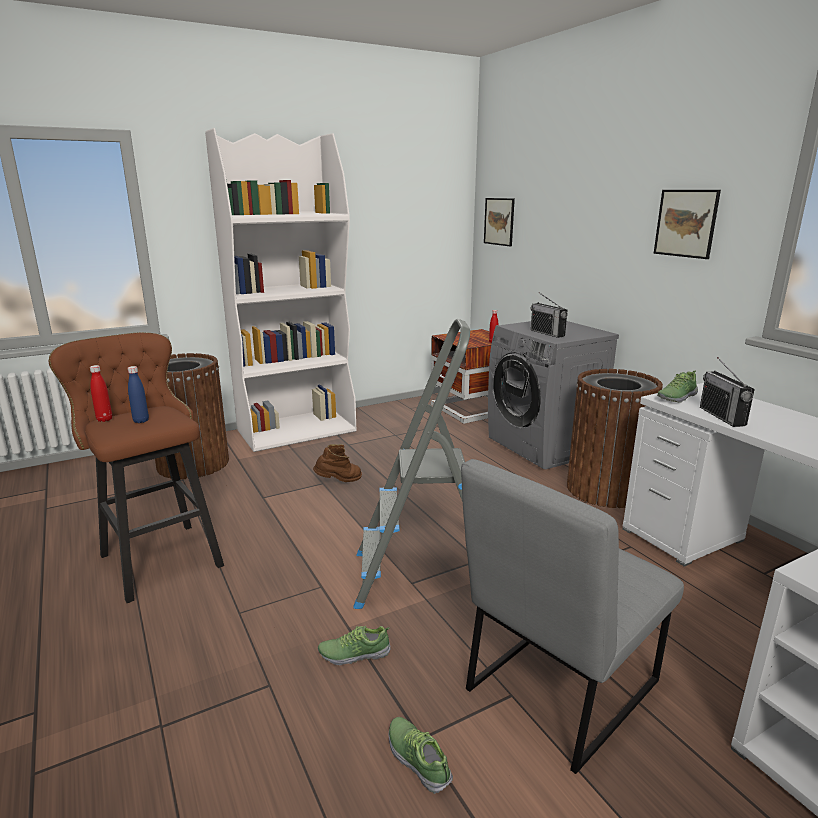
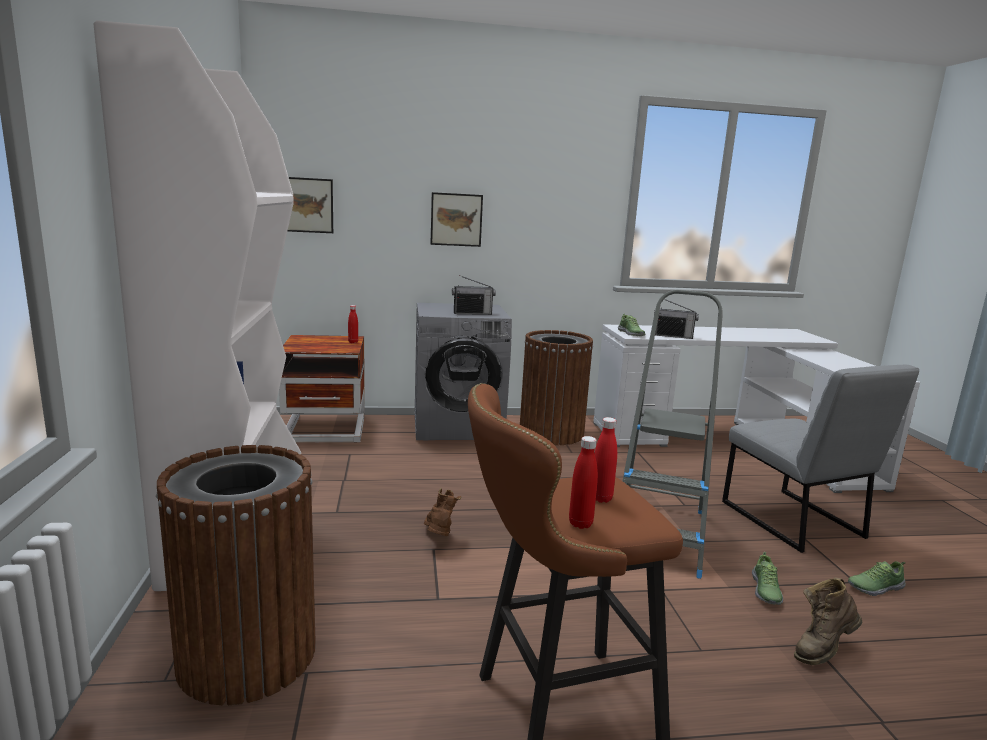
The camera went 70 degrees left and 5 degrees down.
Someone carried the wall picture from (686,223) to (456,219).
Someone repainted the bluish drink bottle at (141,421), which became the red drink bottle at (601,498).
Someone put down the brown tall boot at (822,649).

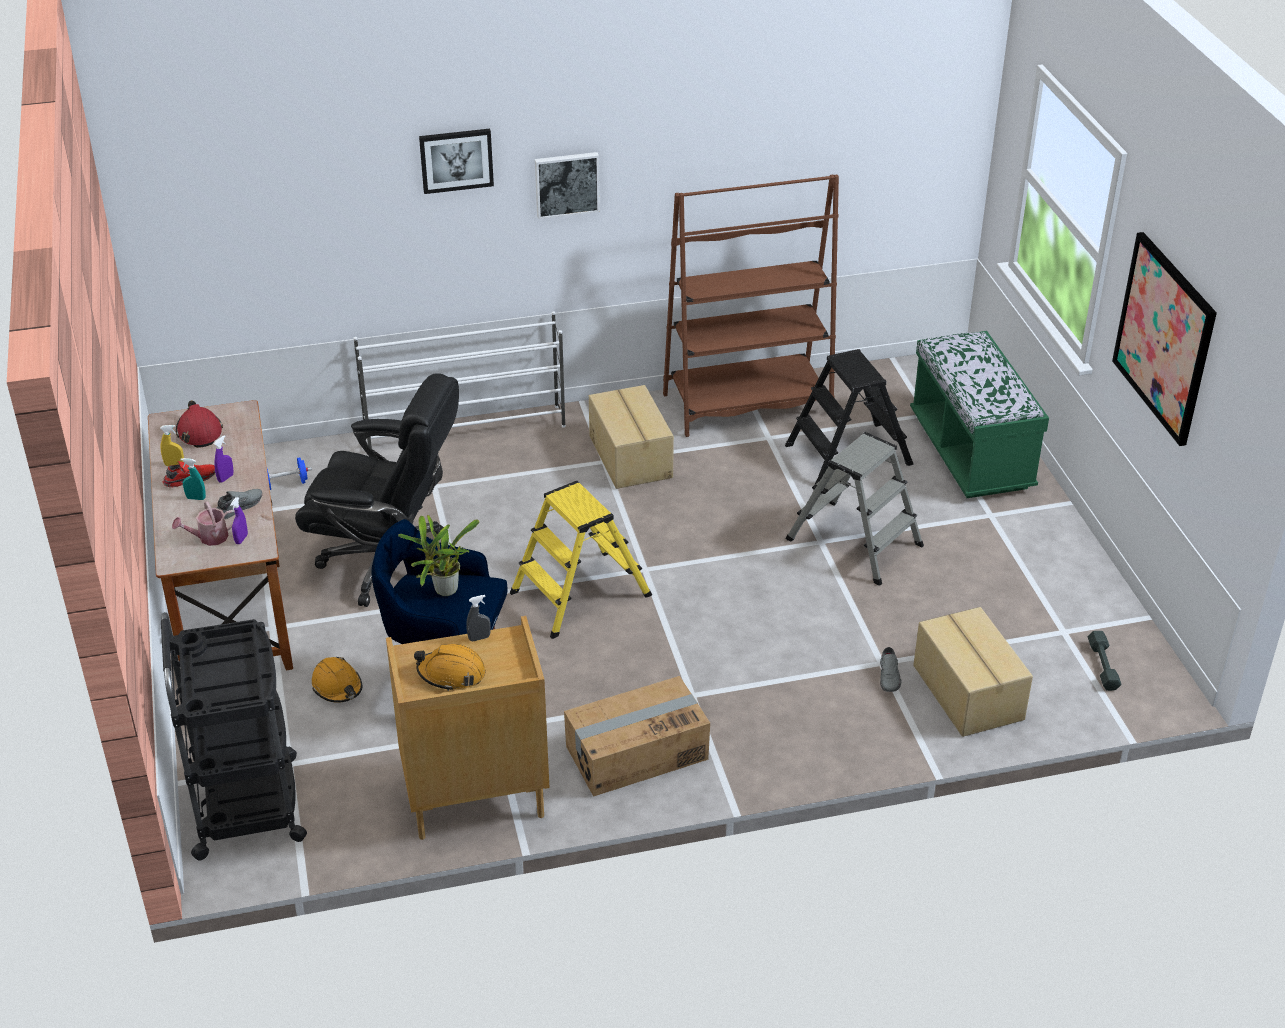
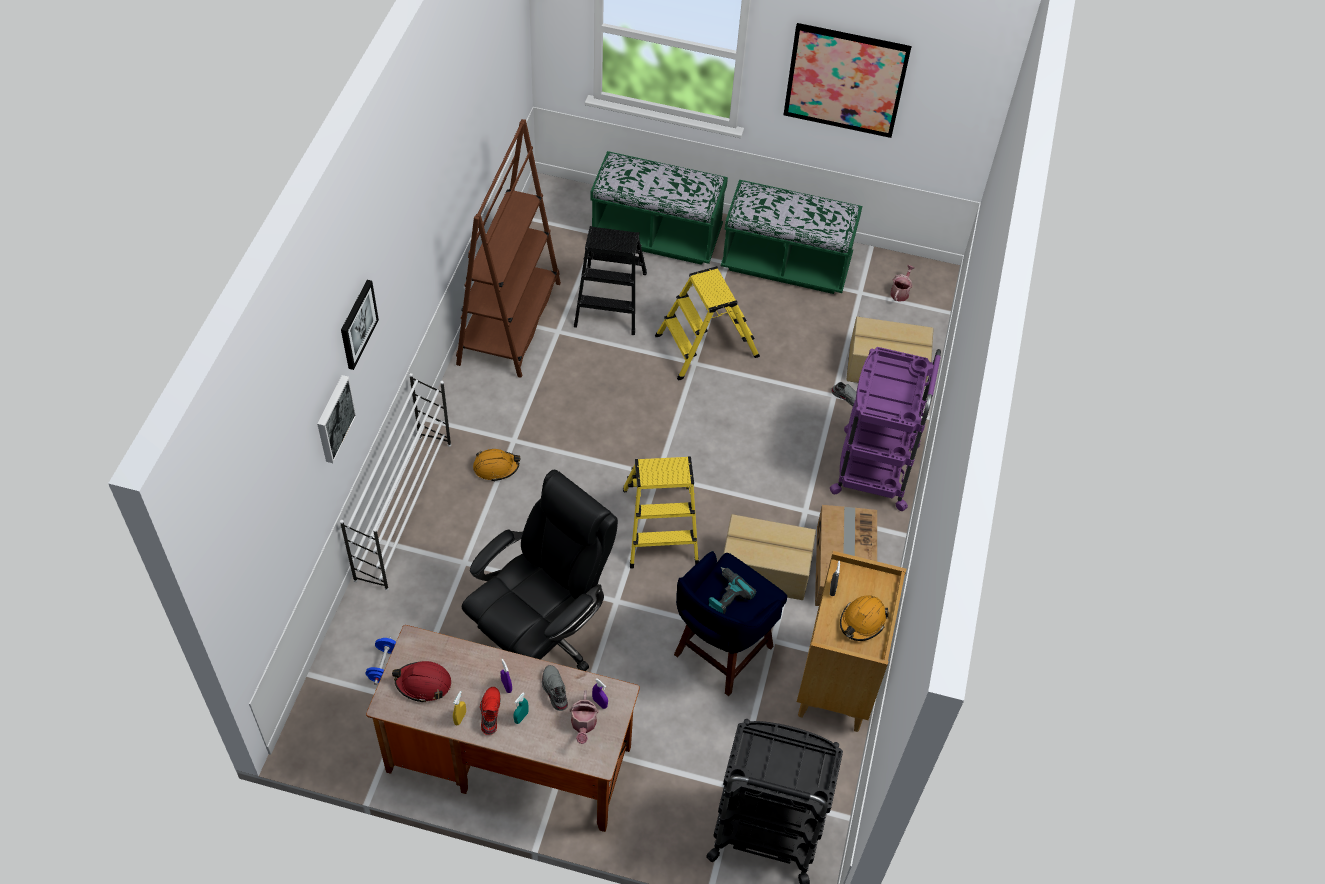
The camera went 65 degrees left and 15 degrees up.
Someone carried the wall picture from (566,184) to (333,418).
Someone carried the orange-coloured work helmet from (337,687) to (496,467).
Someone repainted the gray step ladder at (854,542), which became the yellowish step ladder at (707,346).
Someone swapped the plant in a pot at (443,592) for the power drill at (726,595).
Someone put down the green-coloured indoor bench at (786,264).
Someone carried the cardboard box from (631,456) to (764,568).
Someone put down the purplish wheeled cart at (873,469).
Someone swapped the gray dumbbell at (1103,666) for the sprinkling can at (900,292).

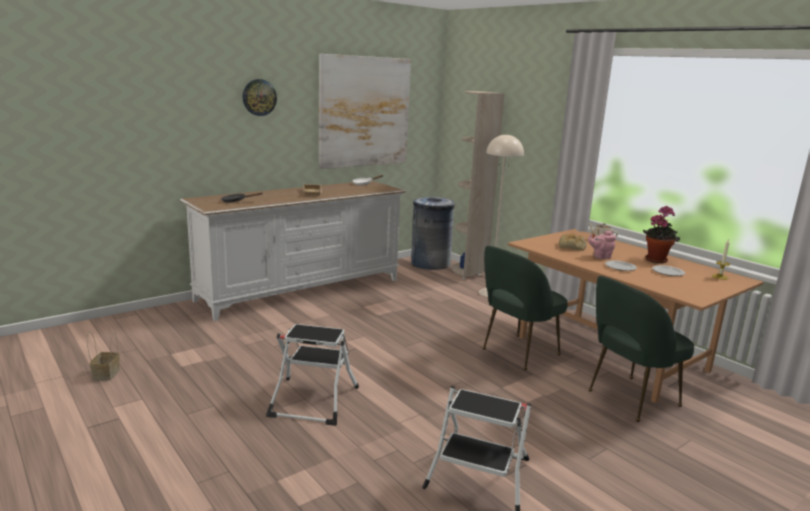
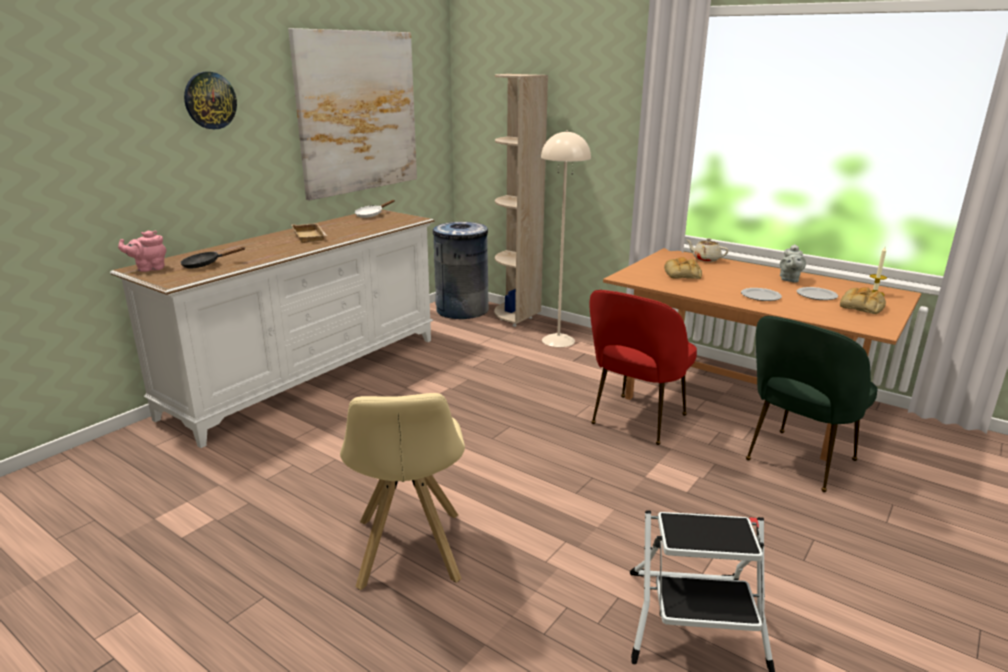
The camera went 15 degrees left and 5 degrees up.
Someone carried the pink-coloured tea pot from (600,257) to (149,268).
Someone swapped the step ladder at (313,399) for the beige-coloured upright chair at (409,550).
Someone repainted the green-coloured upright chair at (516,353), which became the red upright chair at (635,423).
Someone swapped the plant in a pot at (656,259) for the gray tea pot at (789,279).
Someone put down the bakery bread at (862,307).
Someone took away the basket at (106,373).

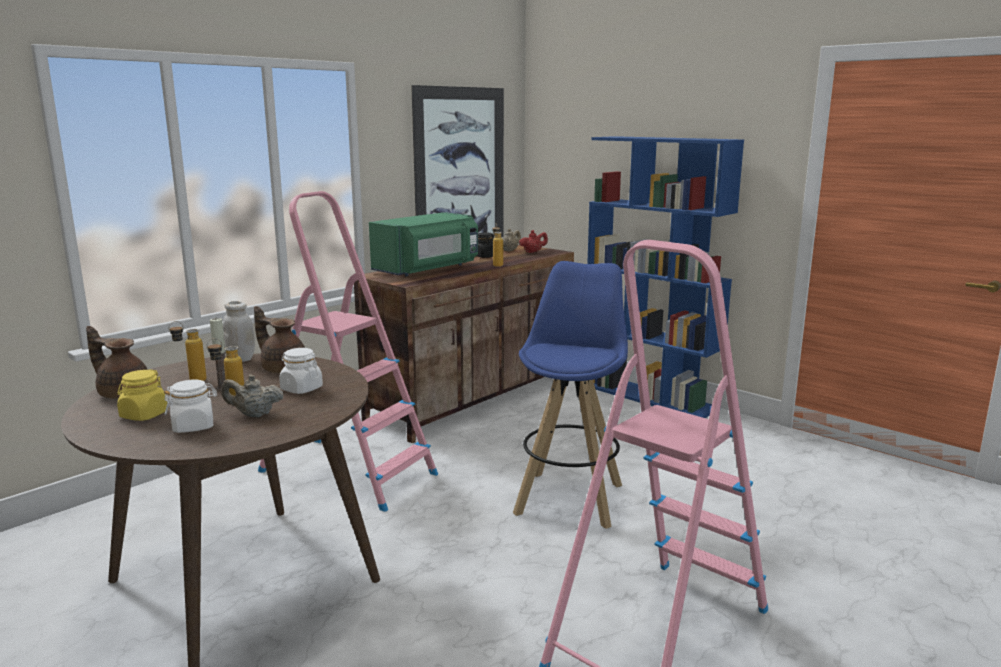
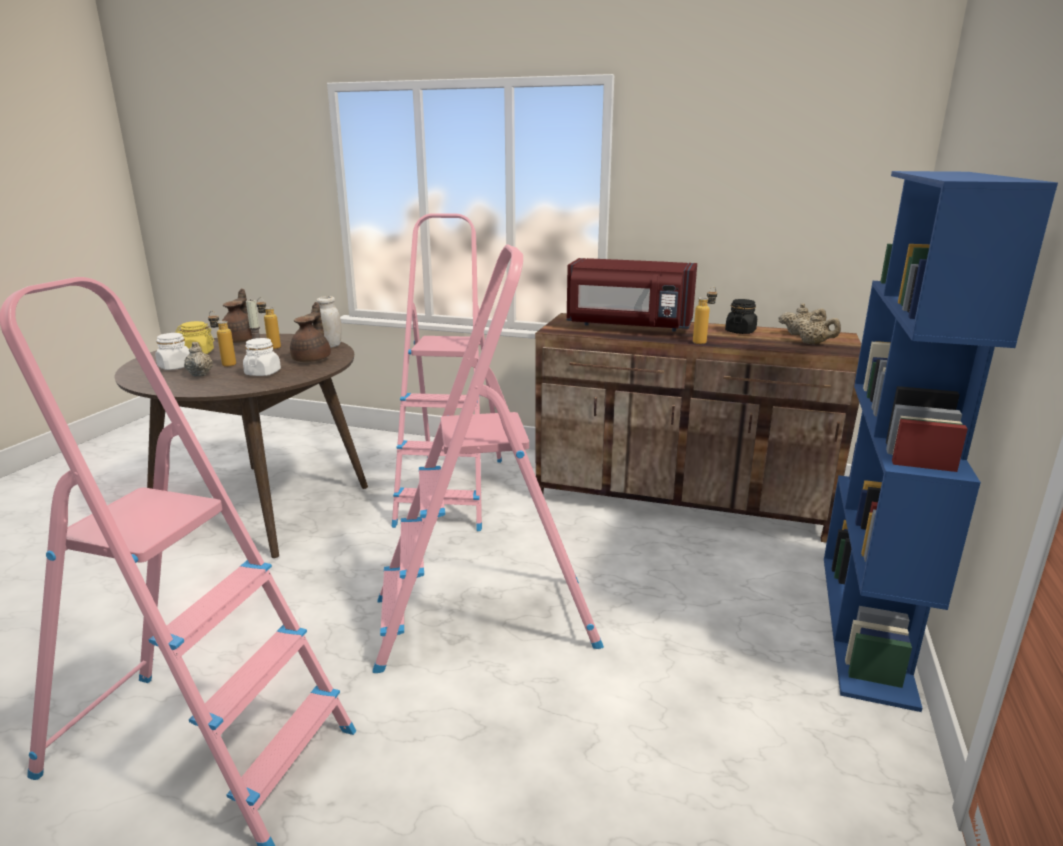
The camera went 65 degrees right and 5 degrees up.
Someone swapped the bluish stool at (571,497) for the pink-coloured step ladder at (483,623).
Someone repainted the green-coloured microwave oven at (428,269), which became the red microwave oven at (628,326).
Someone repainted the red tea pot at (533,252), which became the beige-coloured tea pot at (813,343).
Someone took away the wall picture at (460,175).

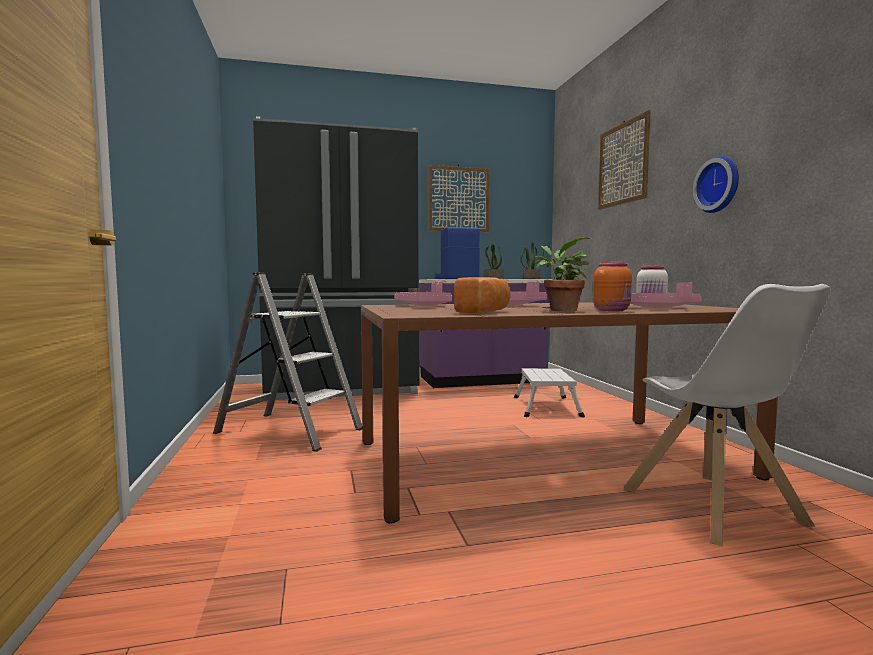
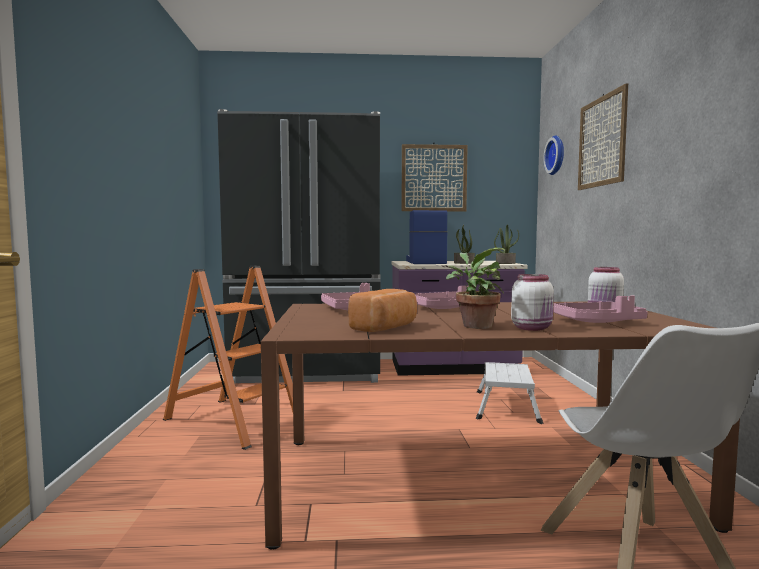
The camera went 10 degrees right and 0 degrees up.
Someone repainted the gray step ladder at (288,430), which became the orange-coloured step ladder at (231,421).
Someone repainted the orange-coloured jar at (612,310), which became the white jar at (532,328).
Someone carried the hanging clock from (719,184) to (557,155).

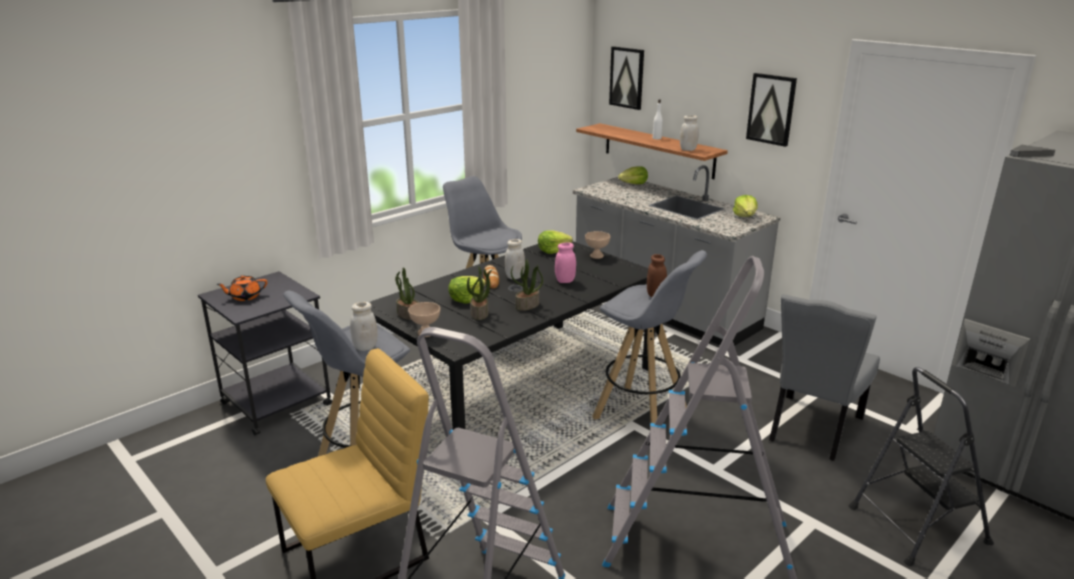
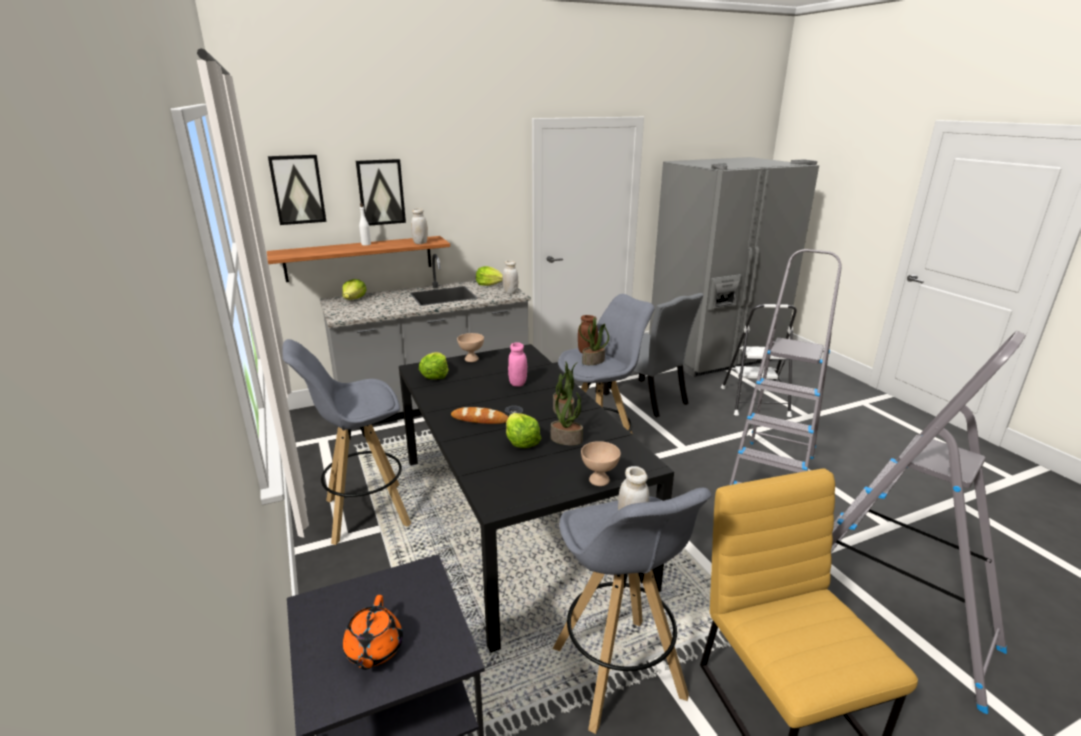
The camera went 70 degrees left and 0 degrees up.
Someone carried the wall picture from (771,109) to (381,192).
Someone carried the white jar from (514,277) to (510,292).
Someone carried the plant in a pot from (408,315) to (593,361).
Someone repainted the black-coloured step ladder at (915,524), which became the white step ladder at (755,402).

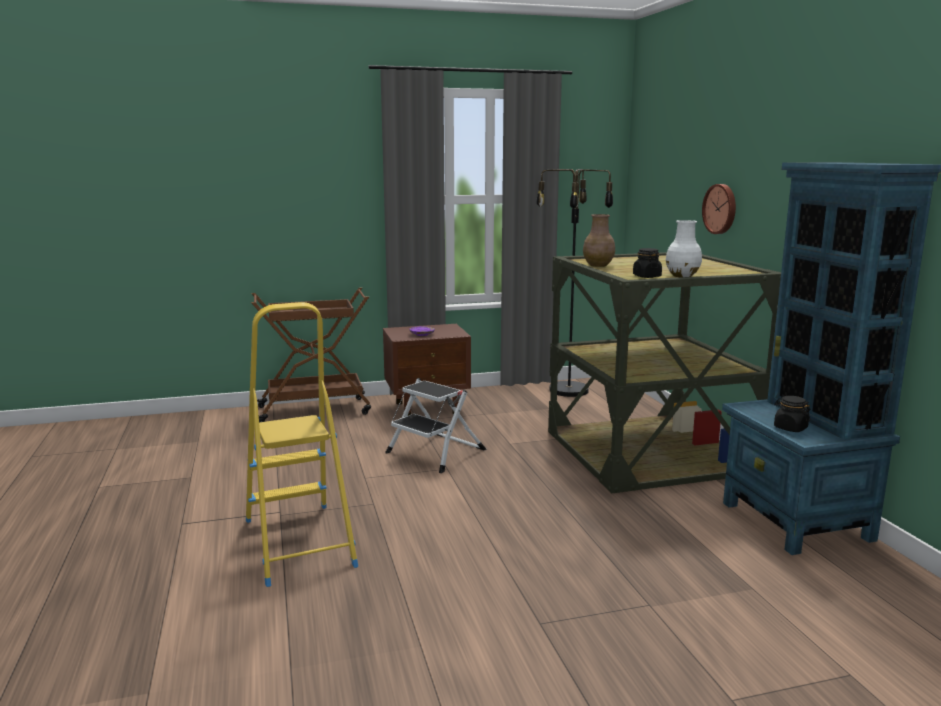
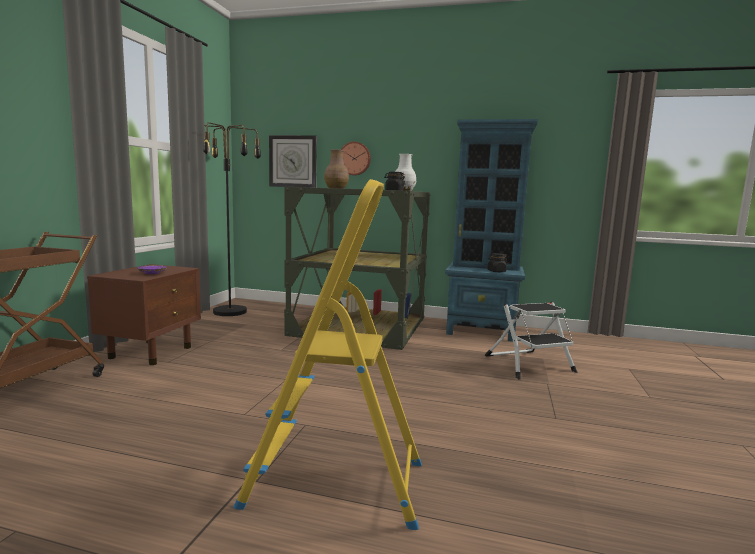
The camera went 60 degrees left and 5 degrees down.
Someone put up the hanging clock at (293,161).
Someone carried the step ladder from (436,452) to (528,364).

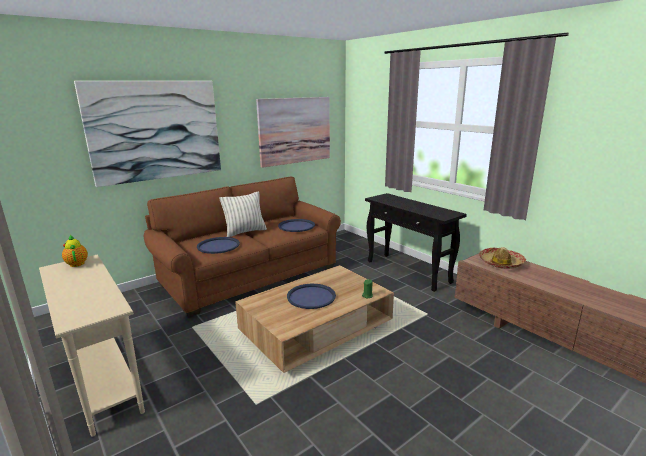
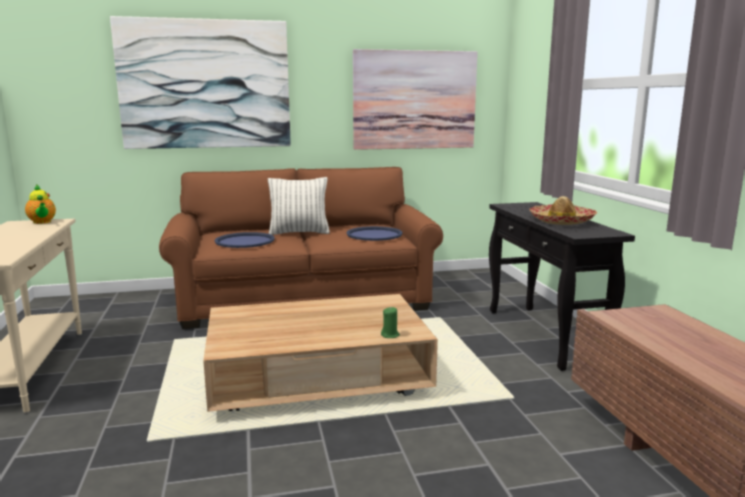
The camera went 25 degrees right and 5 degrees down.
Someone rotated the tea pot at (77,263) by 150 degrees clockwise.
Someone carried the wearable hat from (501,263) to (561,221).
Someone took away the bluish tray at (311,297).

